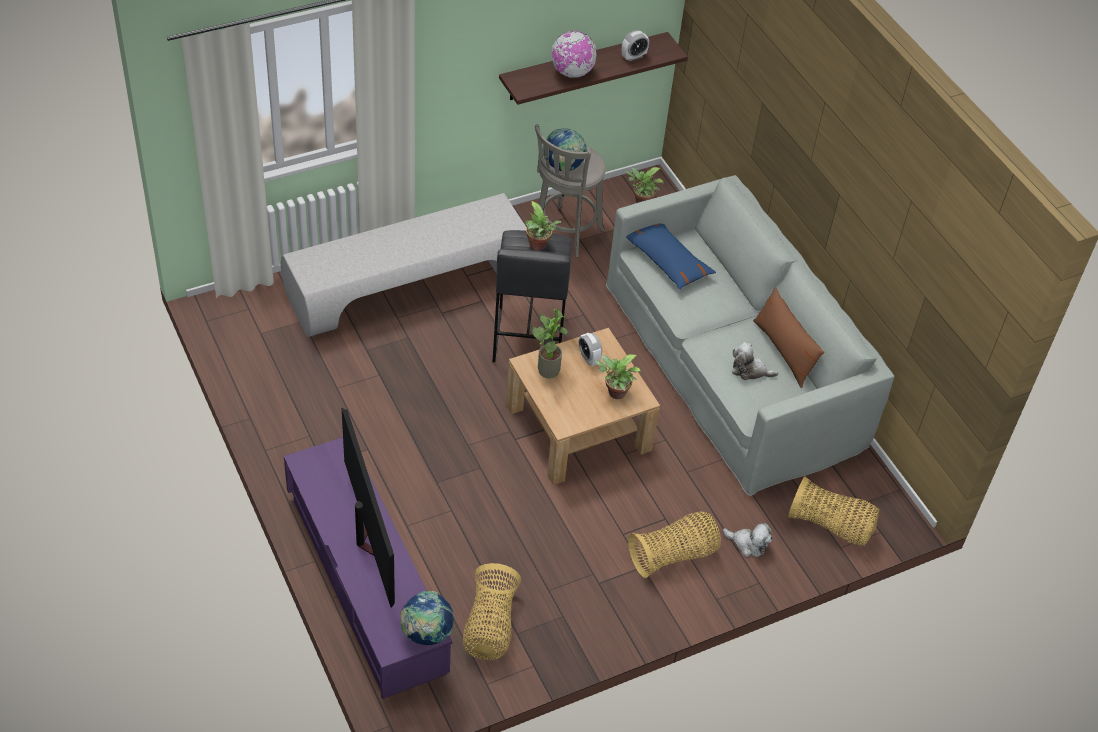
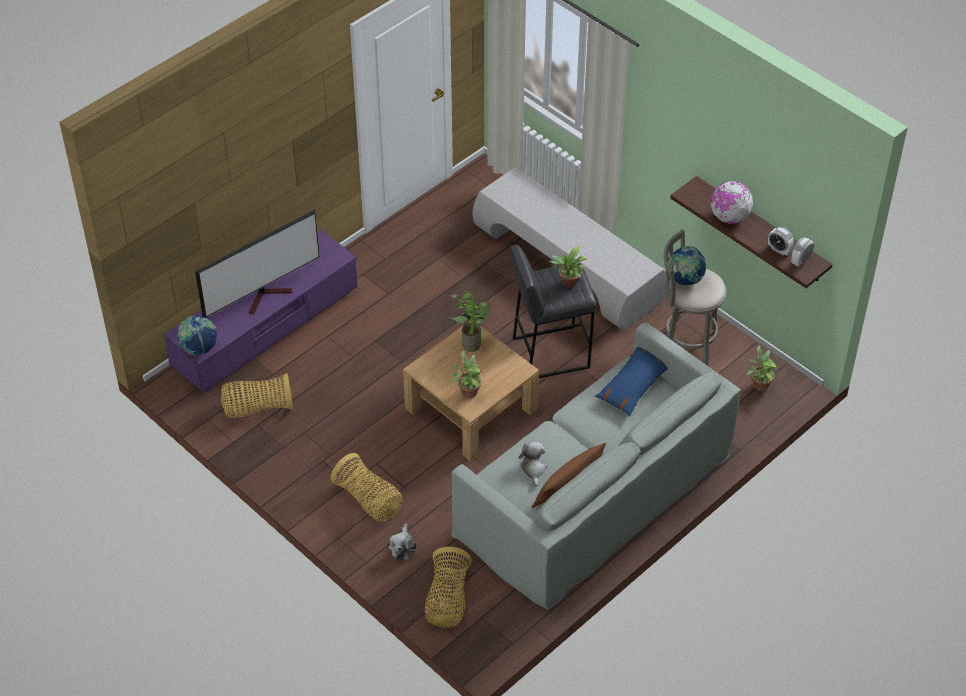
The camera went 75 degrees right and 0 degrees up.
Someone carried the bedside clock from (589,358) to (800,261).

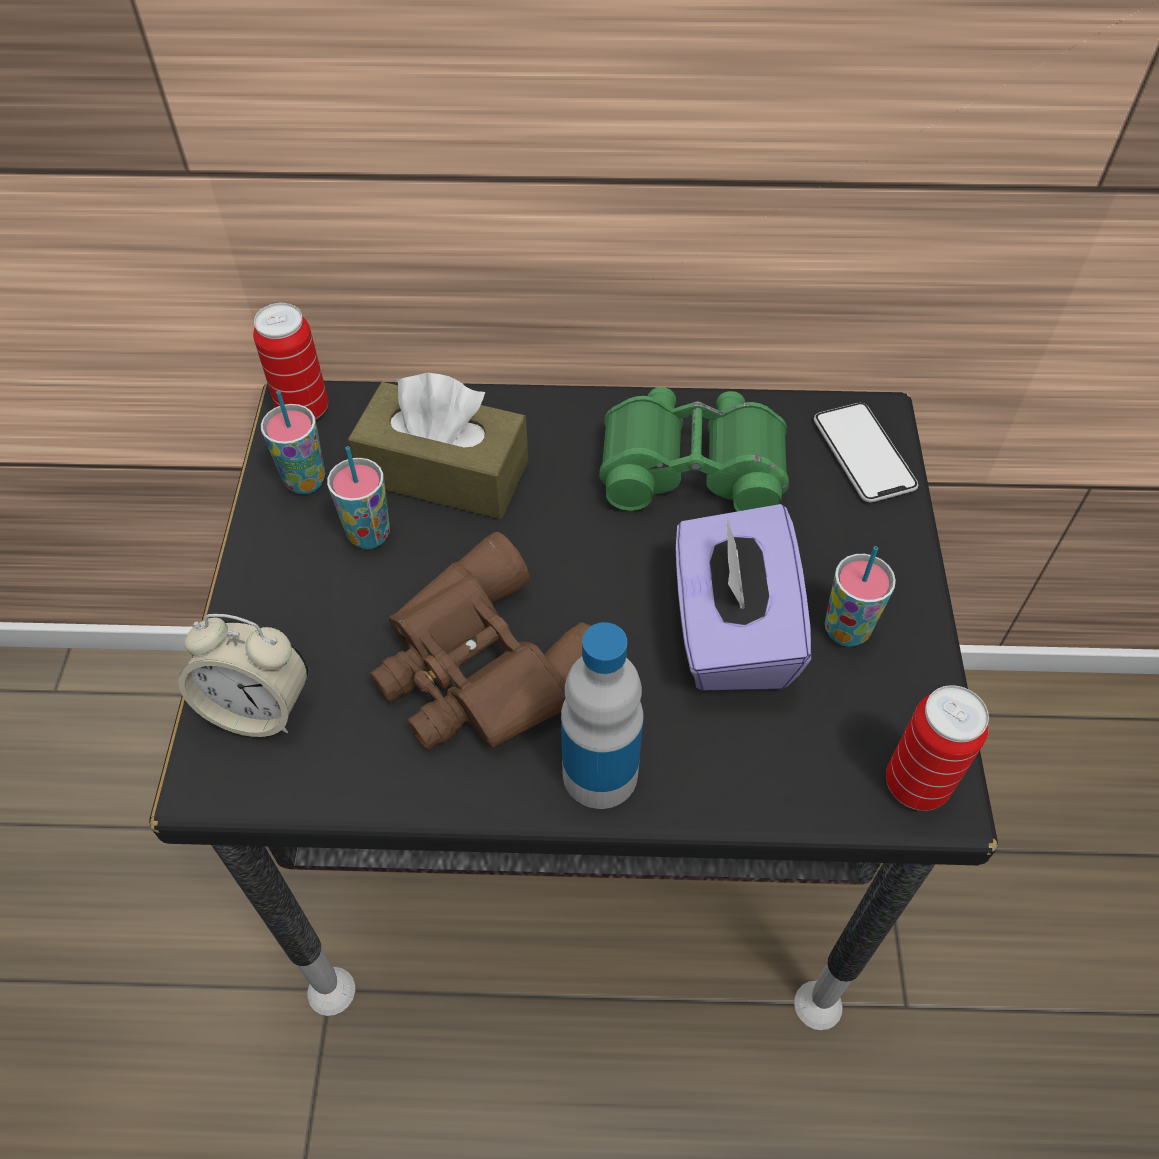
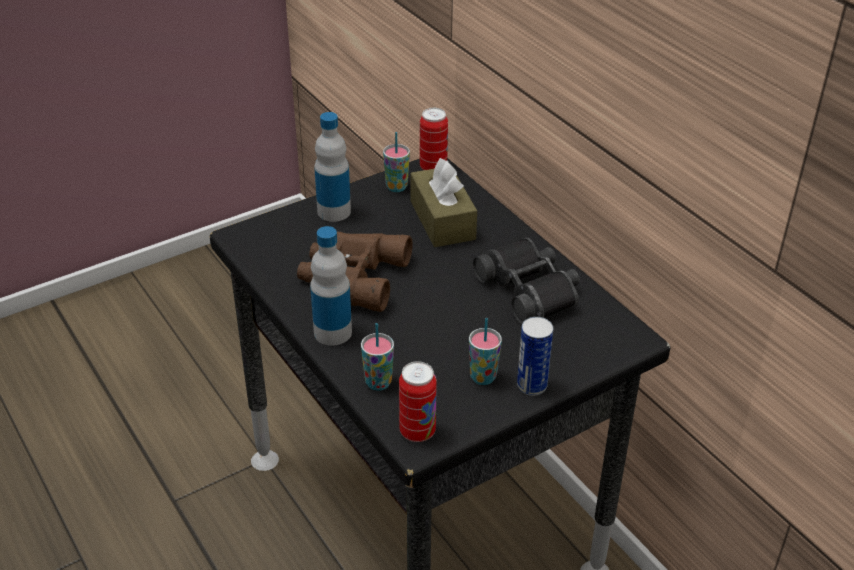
The camera went 55 degrees right and 15 degrees down.
Someone put down the drink bottle at (334,211).
Someone carried the small cup from (369,535) to (378,383).
Someone repainted the green-coloured binoculars at (692,466), which became the black-coloured binoculars at (529,289).
Someone put down the sealed can at (532,386).
Someone took away the bedside clock at (258,707).
Someone took away the purplish box of tissues at (730,631).
Someone took away the telephone at (863,454).

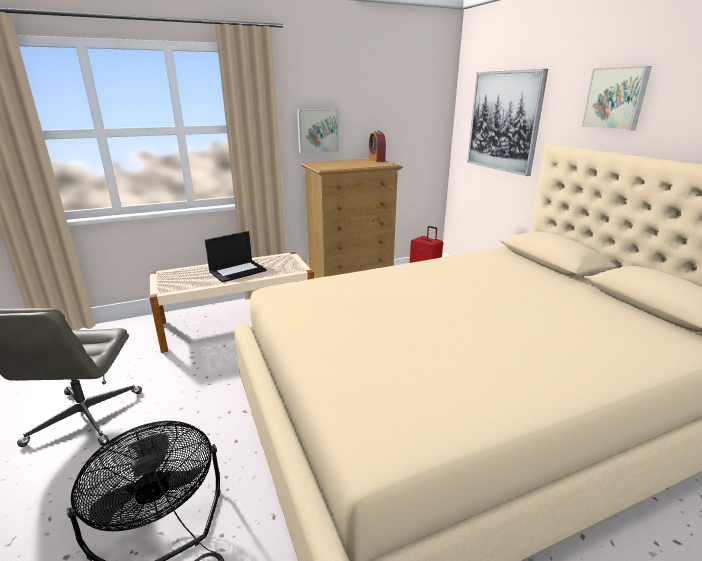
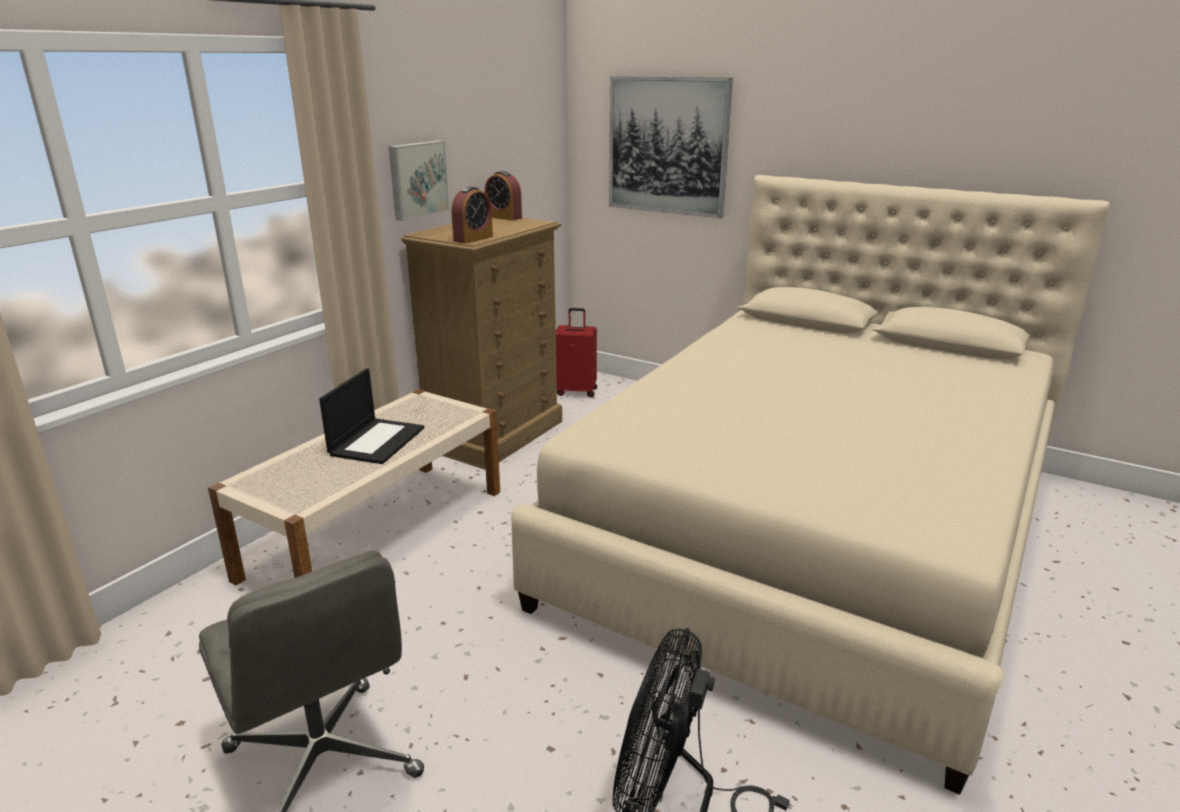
The camera went 35 degrees left and 0 degrees up.
Someone put down the bedside clock at (473,239).
Someone took away the wall picture at (616,98).

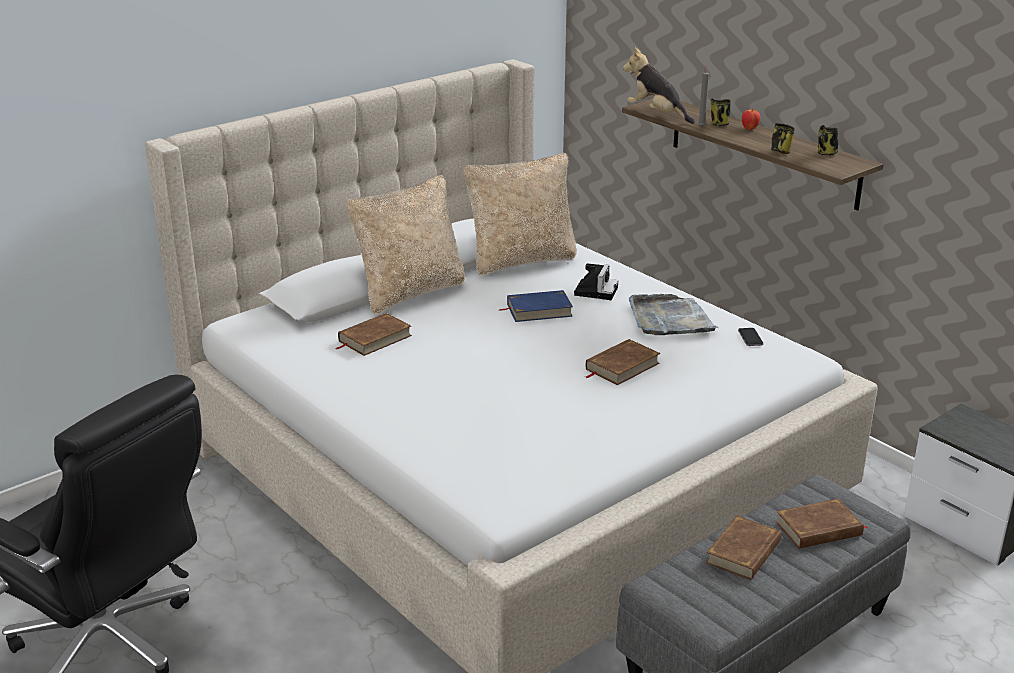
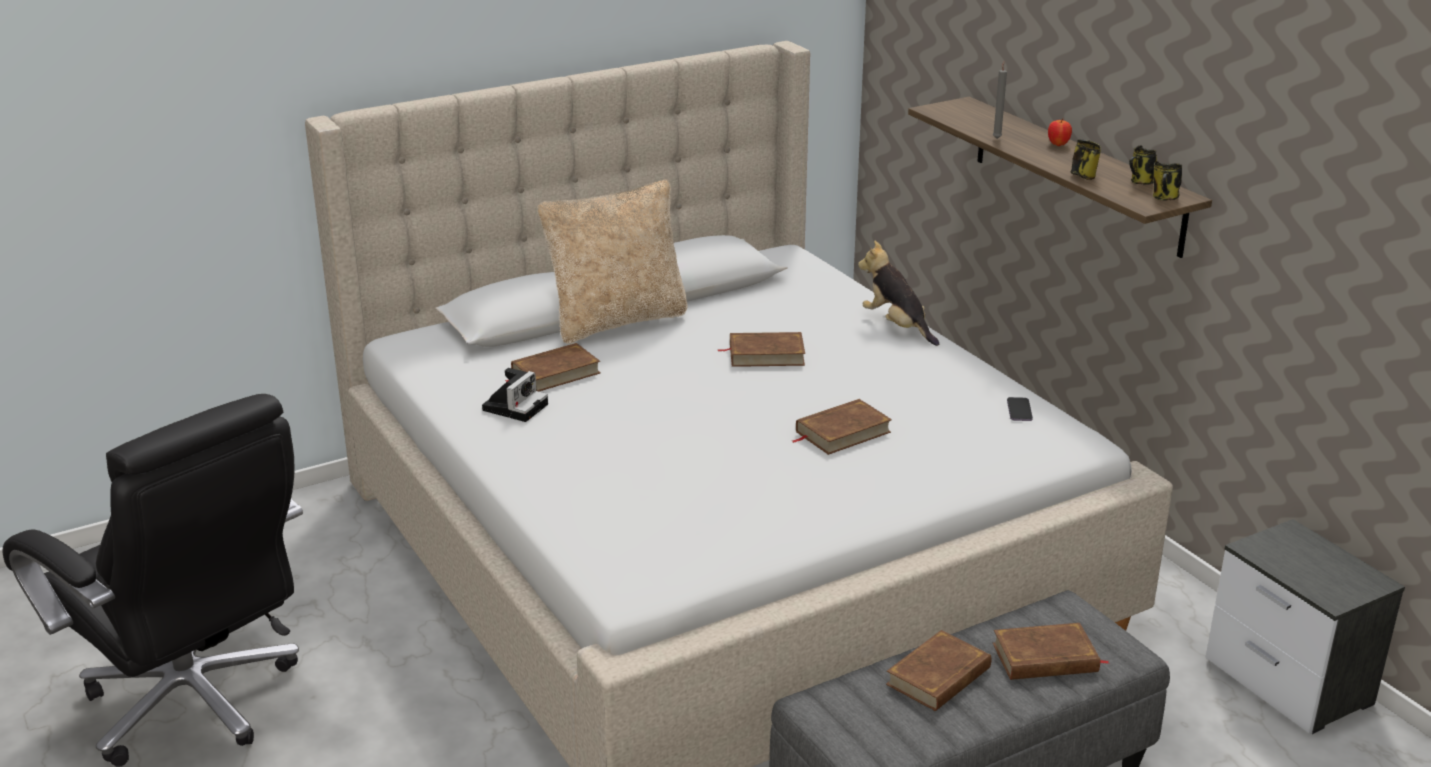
The camera went 10 degrees right and 0 degrees up.
Someone carried the photo camera from (595,290) to (516,406).
Someone repainted the bluish book at (539,310), which became the brown book at (766,354).
Someone carried the soft toy from (656,114) to (897,326).
Someone carried the coffee mug from (719,124) to (1164,198).
Someone took away the beige-coloured throw pillow at (523,262).
Someone took away the gray tray at (670,319).

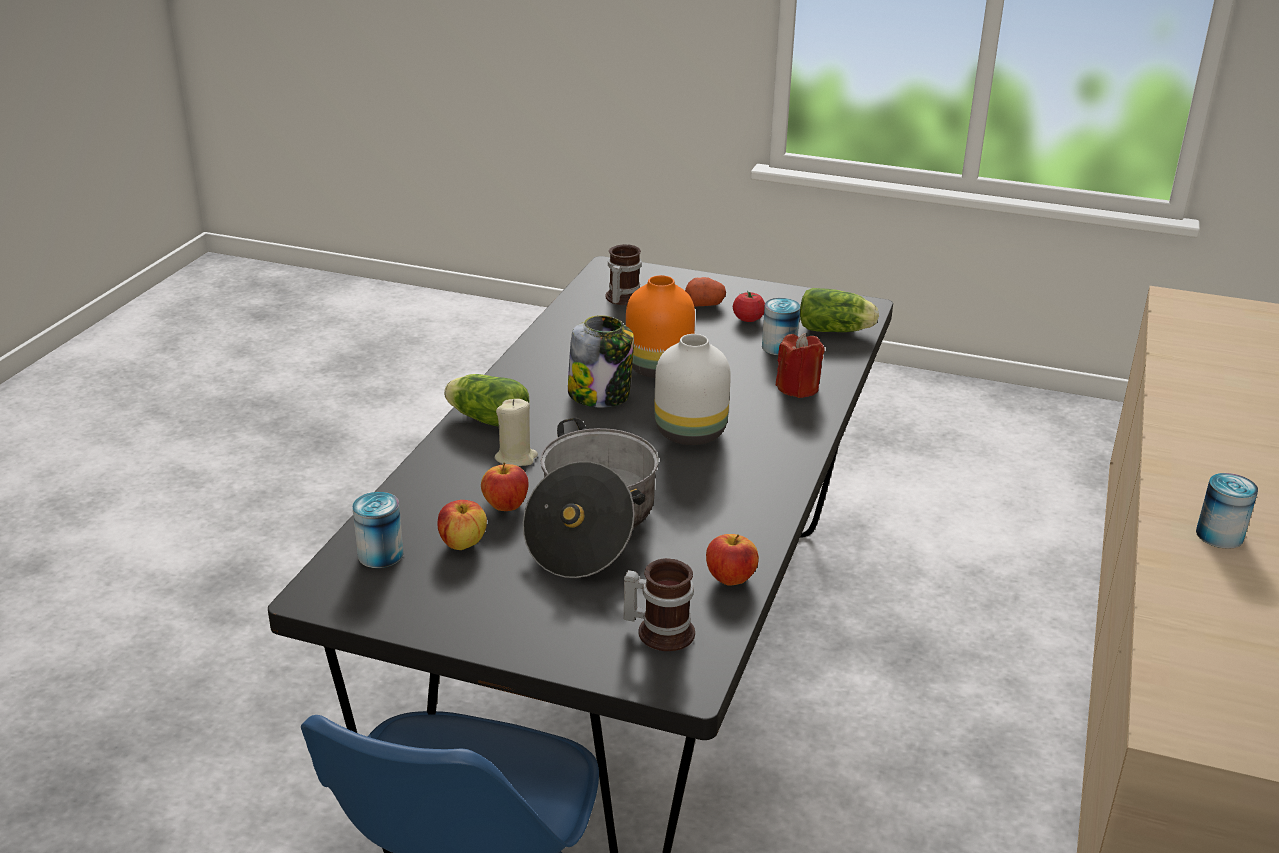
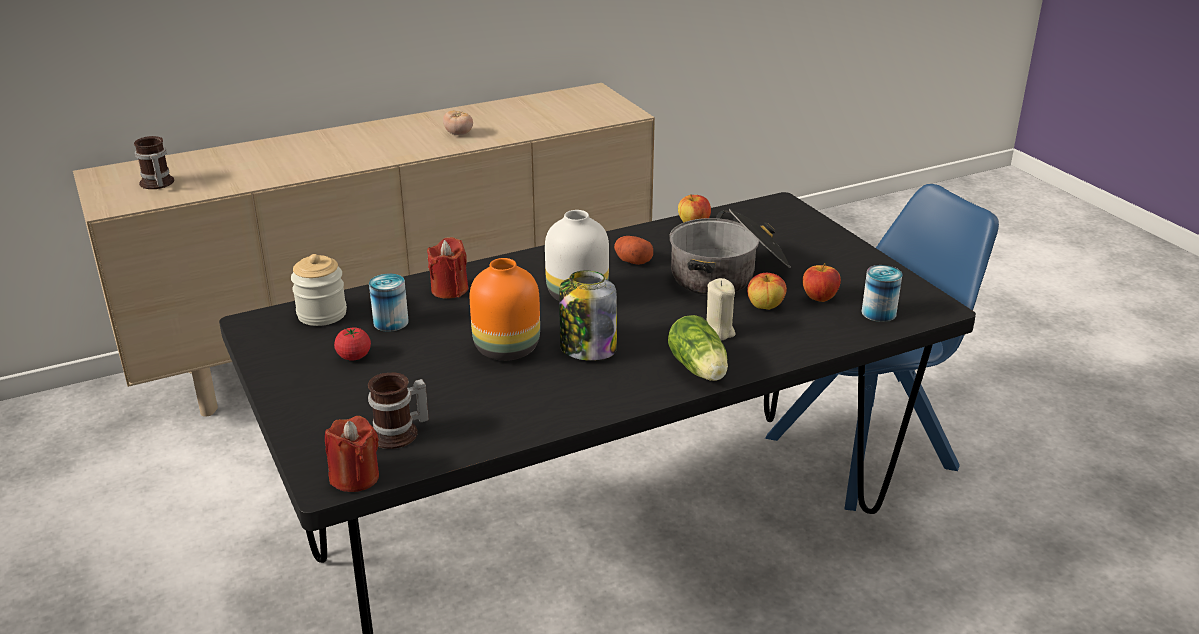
The camera went 135 degrees left and 0 degrees up.
Someone carried the coffee mug from (661,630) to (156,184).
Someone swapped the head of lettuce at (837,330) for the jar at (322,314).
Someone put down the red candle at (355,477).
Someone swapped the sealed can at (1219,535) for the tomato at (458,134).
Someone carried the potato from (705,304) to (632,260).

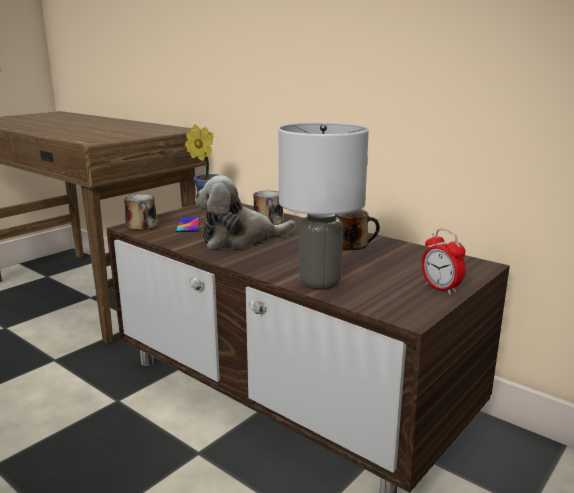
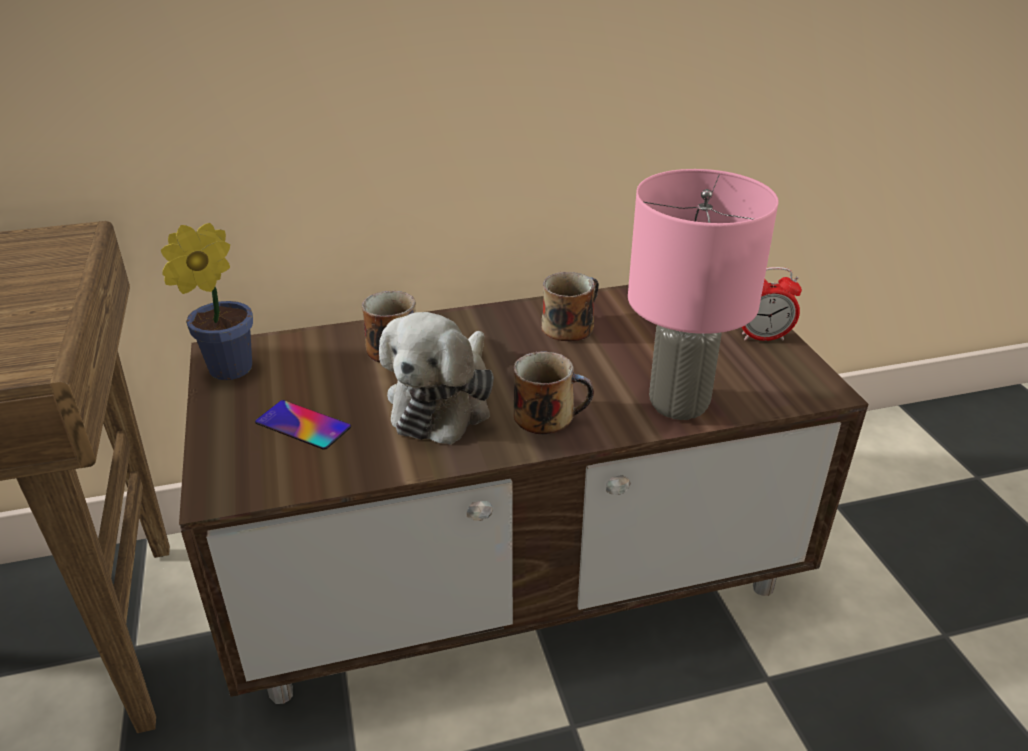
The camera went 55 degrees left and 15 degrees up.
Someone carried the coffee mug from (142,226) to (547,415).
Someone repainted the white table lamp at (320,282), which became the pink-coloured table lamp at (675,404).

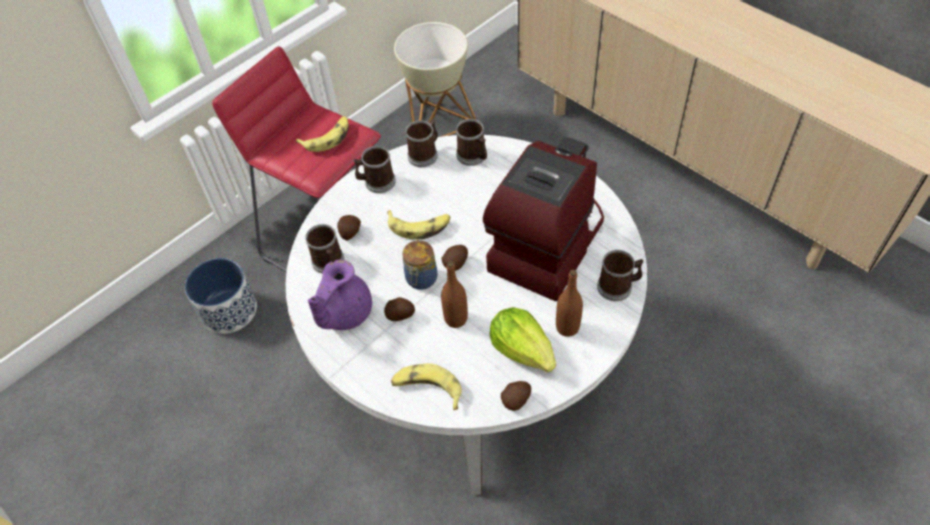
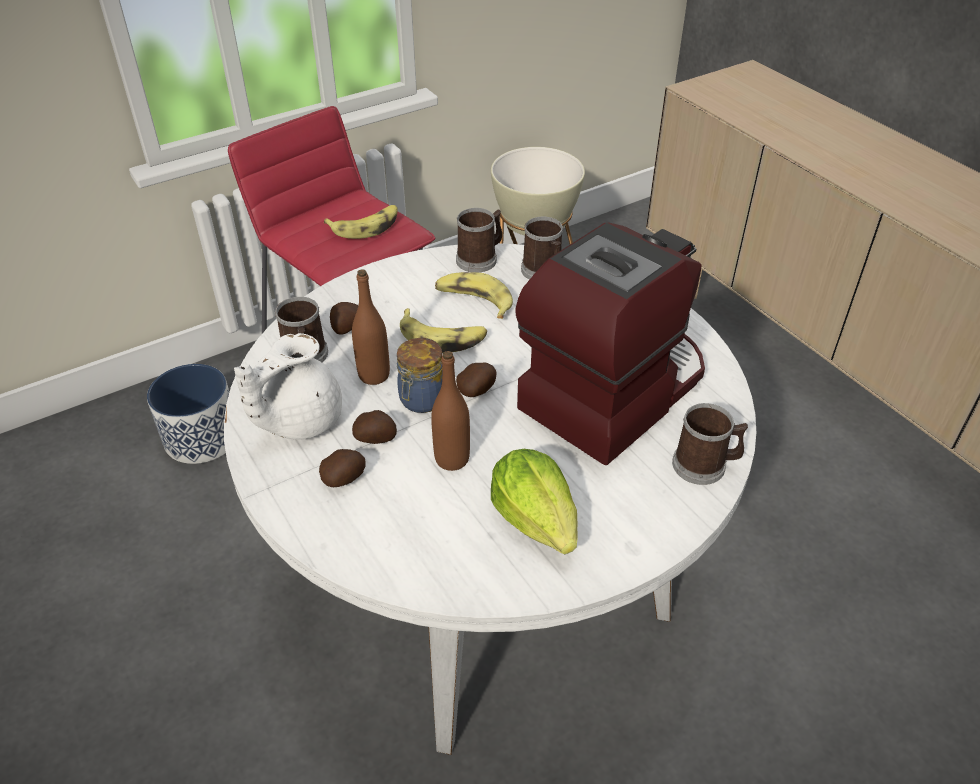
The camera went 10 degrees right and 10 degrees down.
Someone repainted the purplish tea pot at (343,313), which became the white tea pot at (298,420).
Someone carried the potato from (517,400) to (344,478).
Someone carried the brown drink bottle from (567,327) to (374,375).
Someone carried the whole banana from (427,389) to (474,301).
Someone took away the coffee mug at (376,182).

